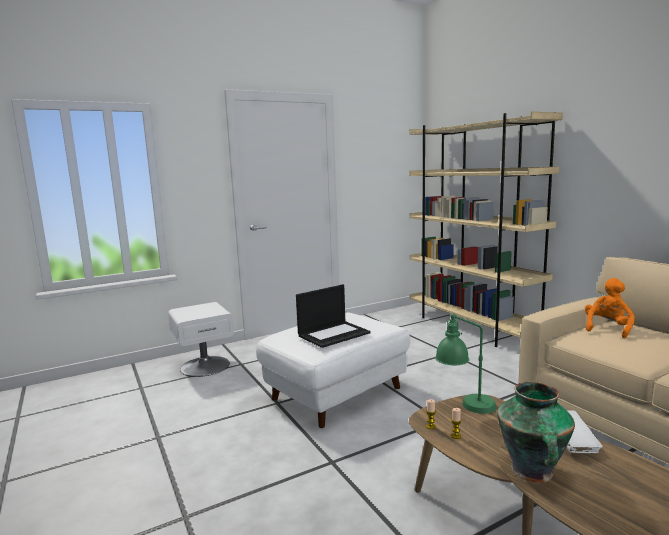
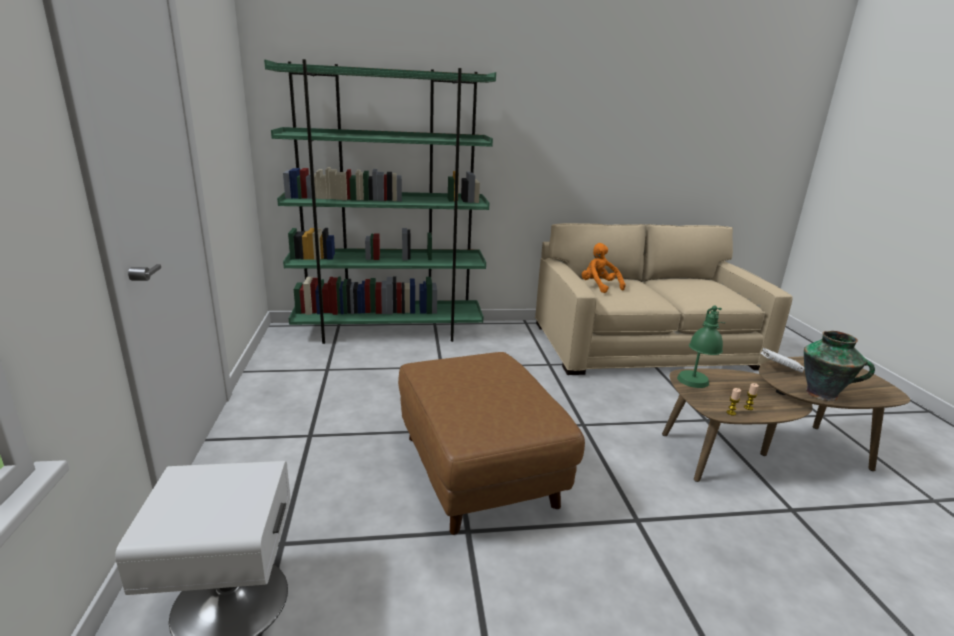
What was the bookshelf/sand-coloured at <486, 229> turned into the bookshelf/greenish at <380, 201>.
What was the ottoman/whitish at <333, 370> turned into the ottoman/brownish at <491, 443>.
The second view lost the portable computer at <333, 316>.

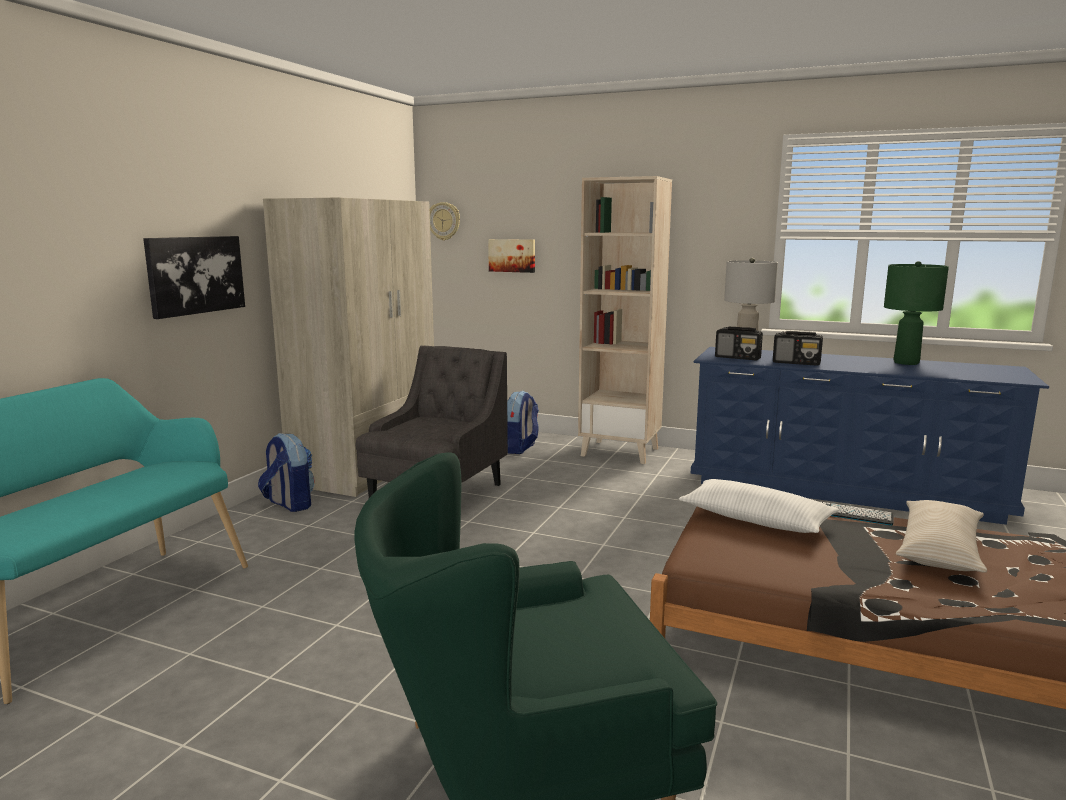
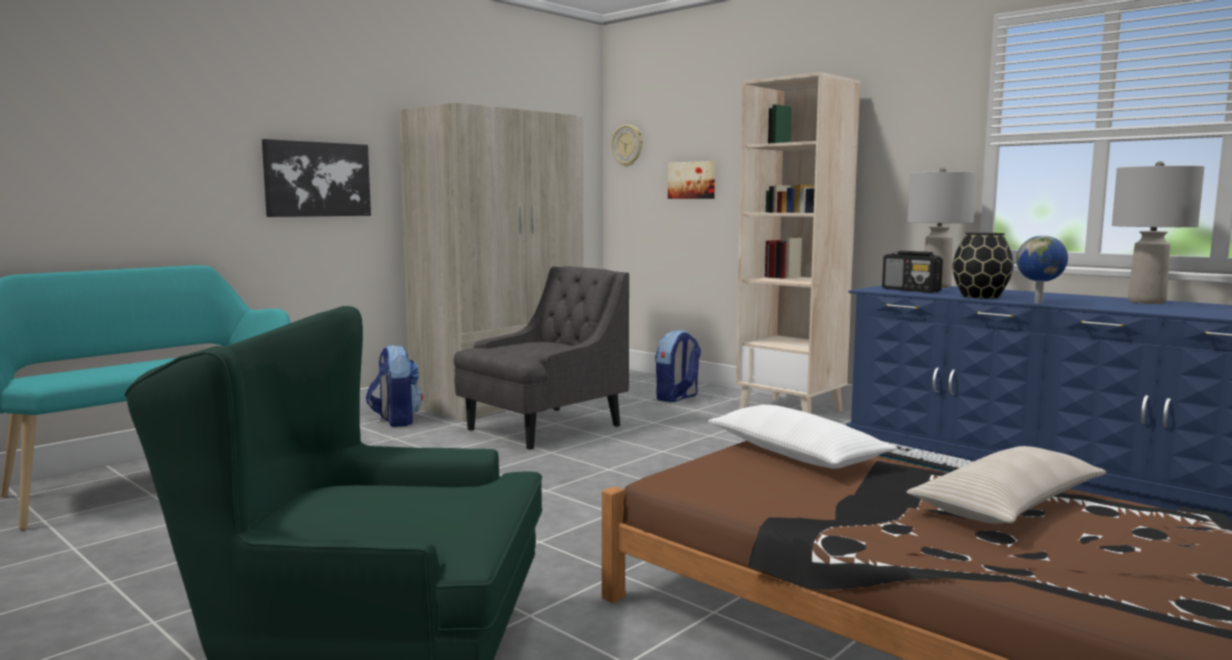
Where the radio stood at <798, 348>, the decorative vase/black-coloured came to stand at <983, 266>.
The second view gained the desk globe at <1042, 269>.
What was the table lamp/greenish at <916, 313> turned into the table lamp/gray at <1158, 232>.

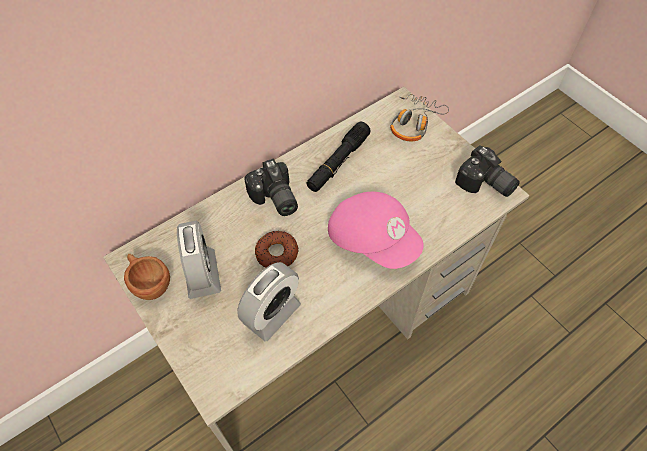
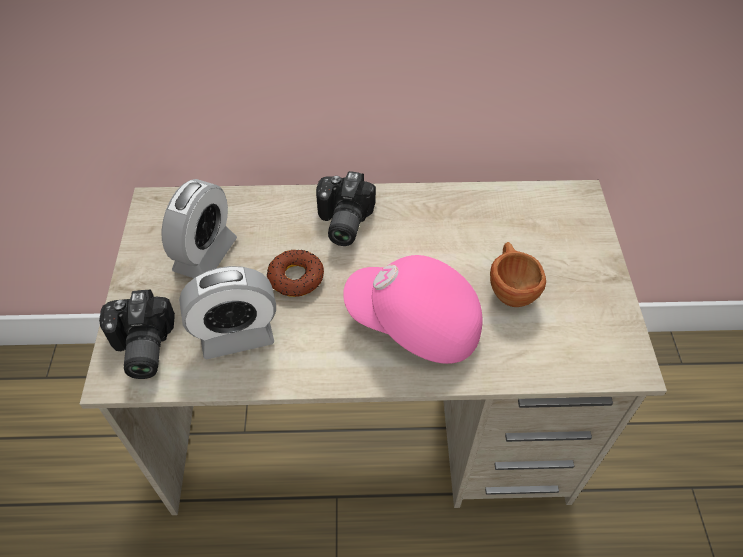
The photo camera ended up elsewhere, having gone from <487, 171> to <137, 334>.
The baseball cap/pink-coloured at <376, 230> ended up facing another way, 120 degrees clockwise from before.
The cup/brownish ended up elsewhere, having gone from <147, 277> to <518, 274>.
The second view lost the hand torch/black-coloured at <338, 156>.
The second view lost the headset at <419, 117>.

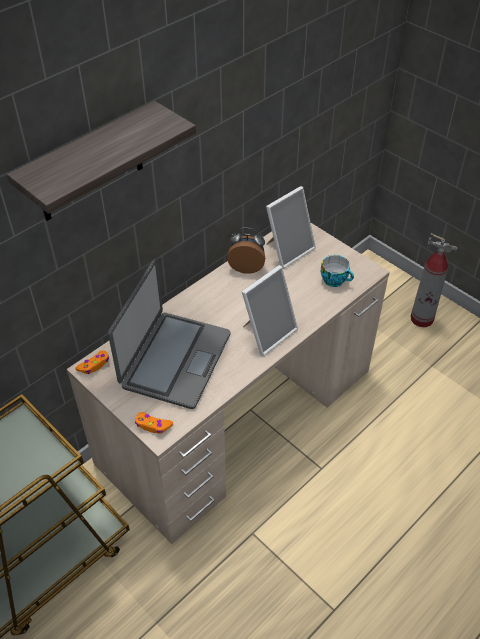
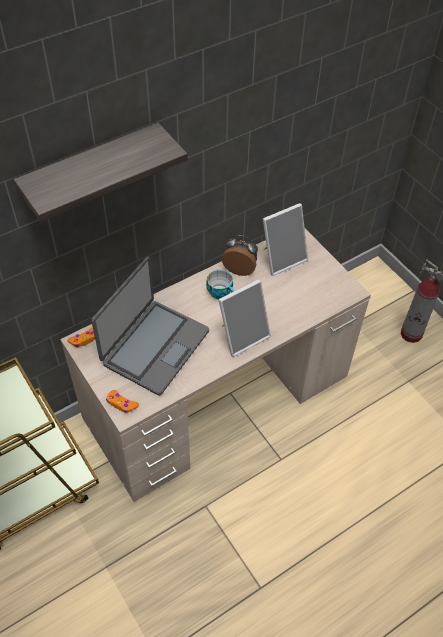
The cup ended up elsewhere, having gone from <337, 271> to <220, 284>.

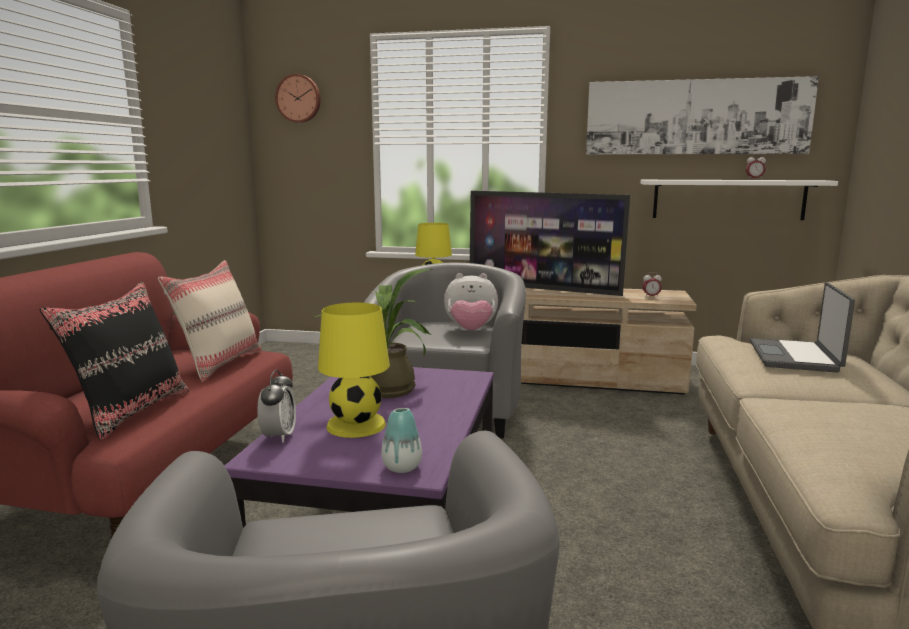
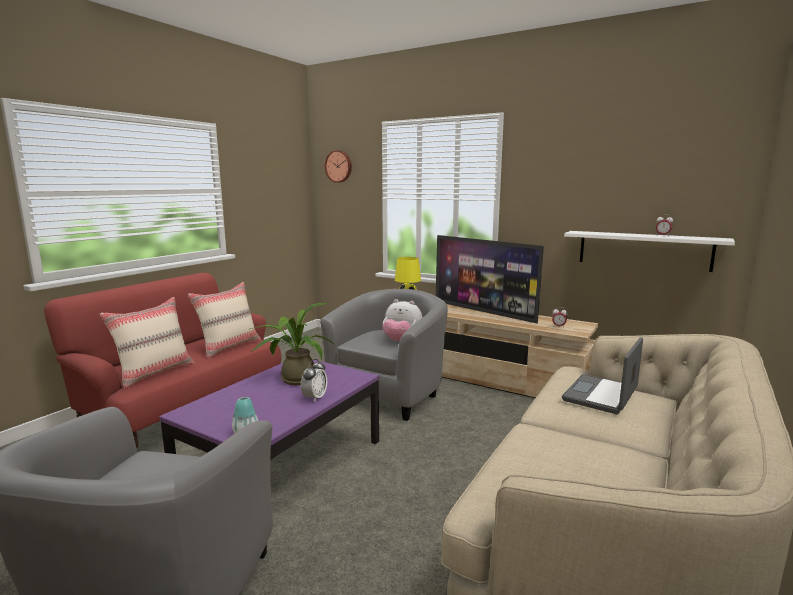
What was the throw pillow/black-coloured at <114, 361> turned into the throw pillow/sand-coloured at <147, 343>.
The alarm clock ended up elsewhere, having gone from <276, 406> to <314, 380>.
The second view lost the table lamp/yellow-coloured at <354, 370>.
The second view lost the wall picture at <702, 115>.

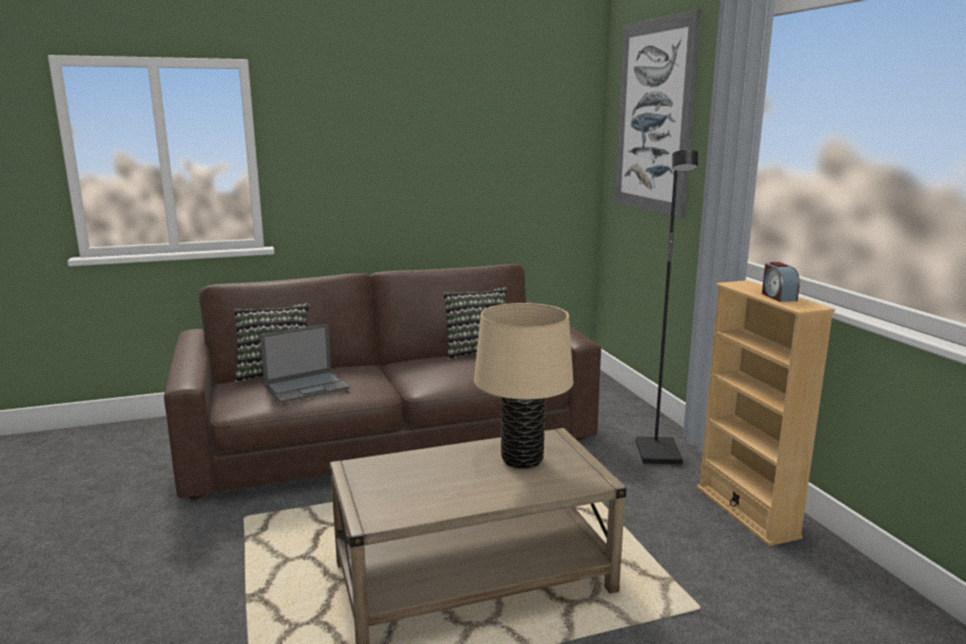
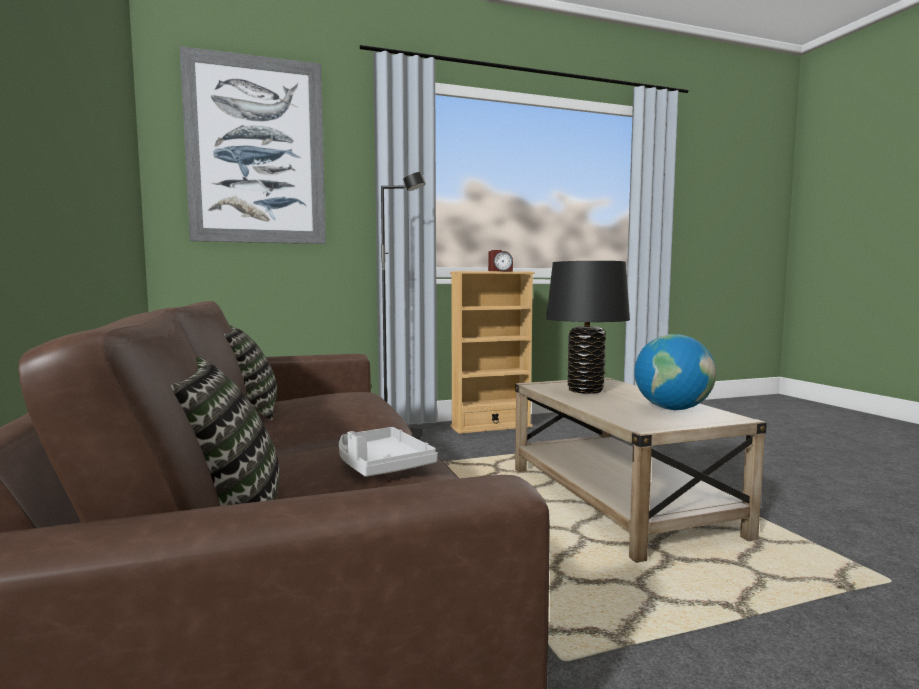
Where the portable computer stood at <305, 363>, the tray/gray came to stand at <388, 452>.
What was the table lamp/sand-coloured at <524, 386> turned into the table lamp/black-coloured at <588, 327>.
The second view gained the desk globe at <675, 372>.

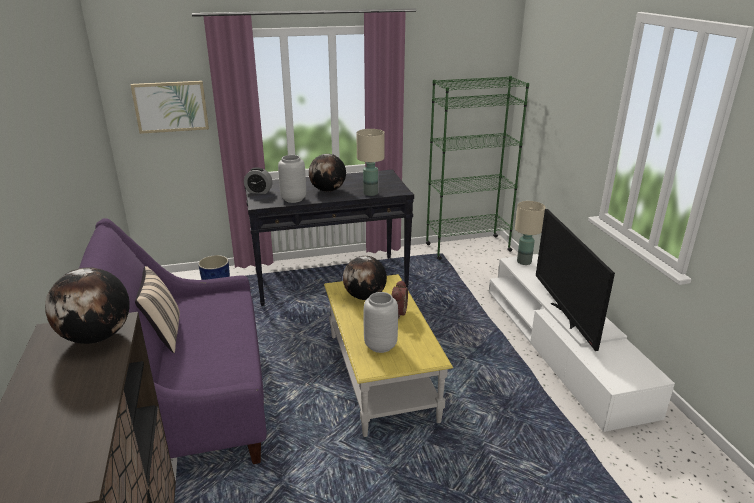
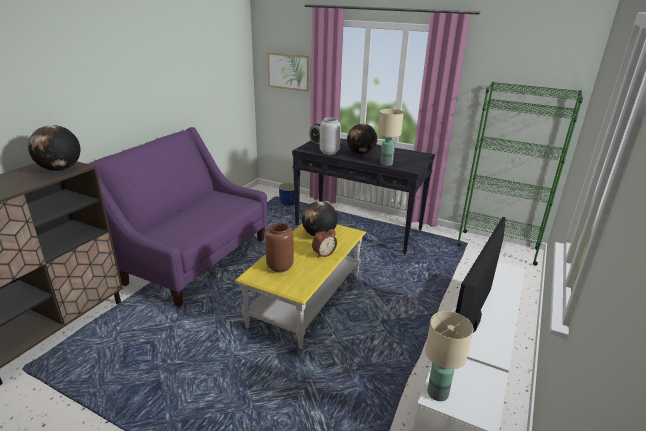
What was the decorative vase/gray at <381, 322> turned into the decorative vase/brownish at <279, 247>.
The table lamp/sand-coloured ended up elsewhere, having gone from <530, 233> to <449, 356>.
The second view lost the throw pillow/sand-coloured at <157, 309>.

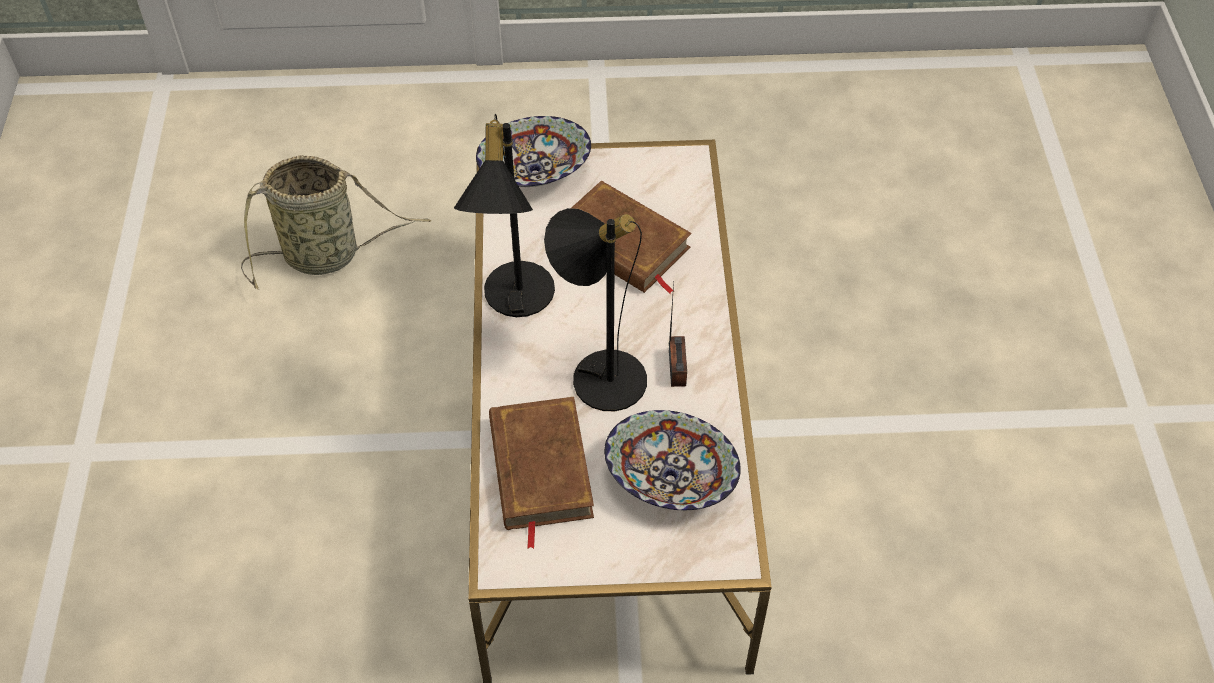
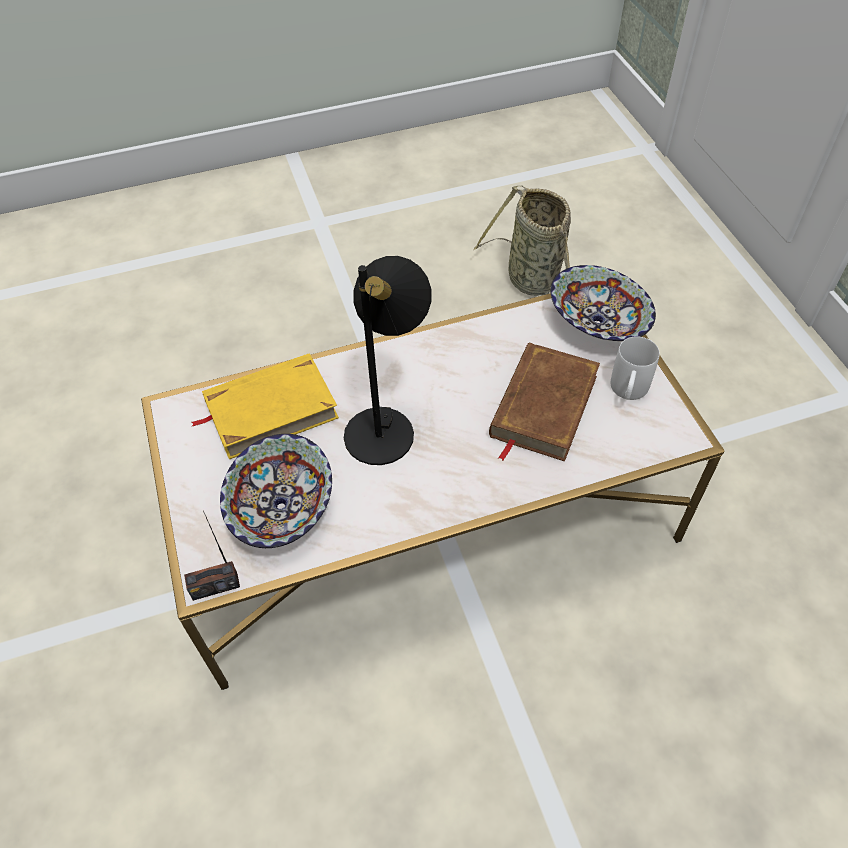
The radio ended up elsewhere, having gone from <678, 334> to <212, 556>.
What was the volume/brownish at <541, 473> turned into the volume/yellow-coloured at <265, 406>.
The second view gained the mug/whitish at <635, 368>.
The second view lost the table lamp/black-coloured at <504, 215>.

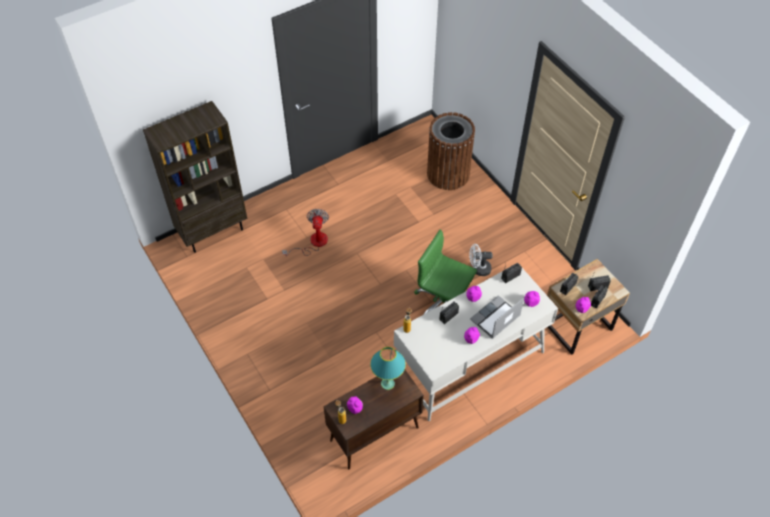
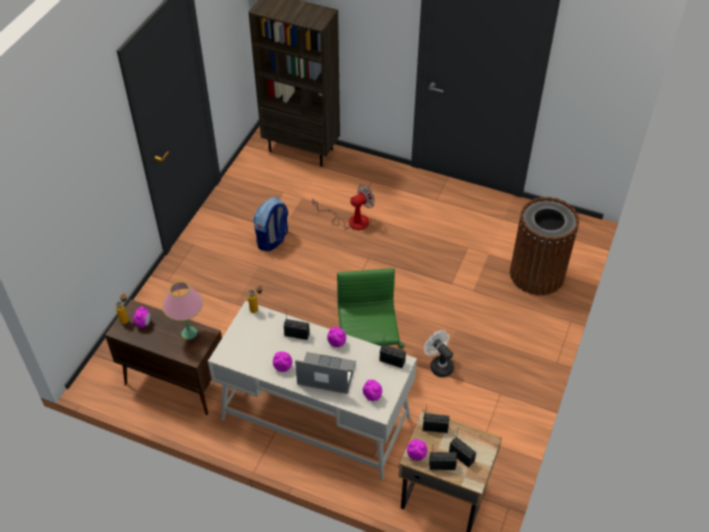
What was the table lamp/turquoise at <388, 368> turned into the table lamp/pink-coloured at <182, 311>.
The second view gained the knapsack at <270, 224>.

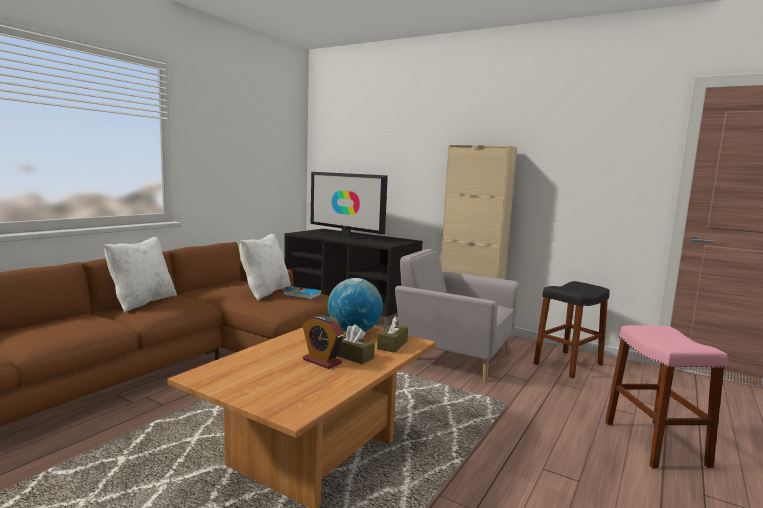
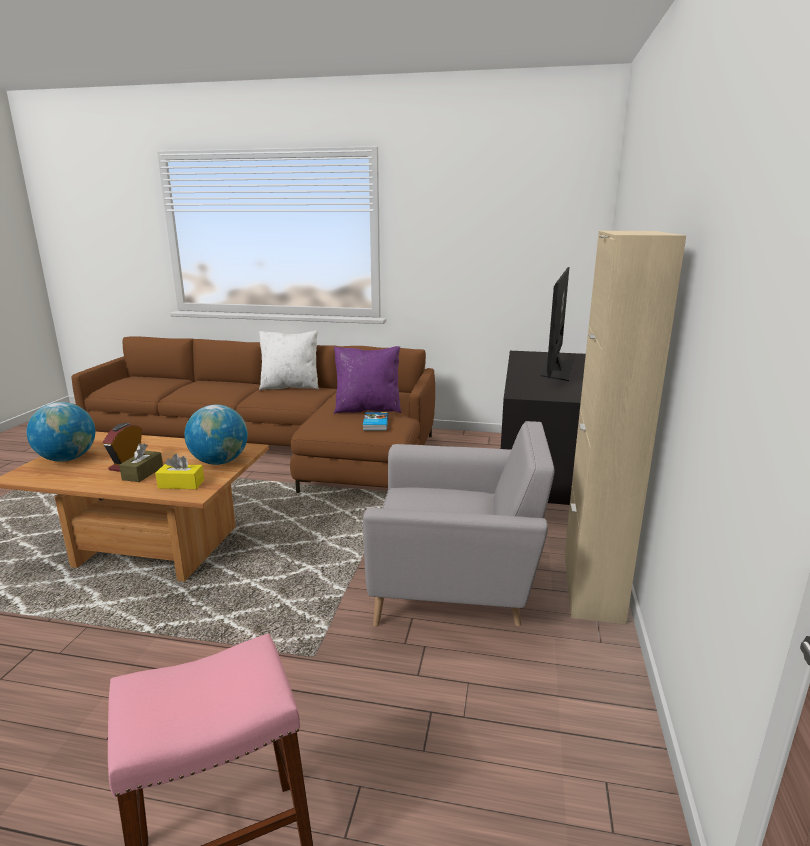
The second view gained the desk globe at <61, 432>.
What was the tissue holder/brownish at <392, 334> turned into the tissue holder/yellow-coloured at <179, 471>.
What was the throw pillow/whitish at <265, 267> turned into the throw pillow/purple-coloured at <367, 380>.
The armchair/gray at <457, 316> ended up facing another way, 90 degrees clockwise from before.
The second view lost the stool seat/black-coloured at <572, 329>.

